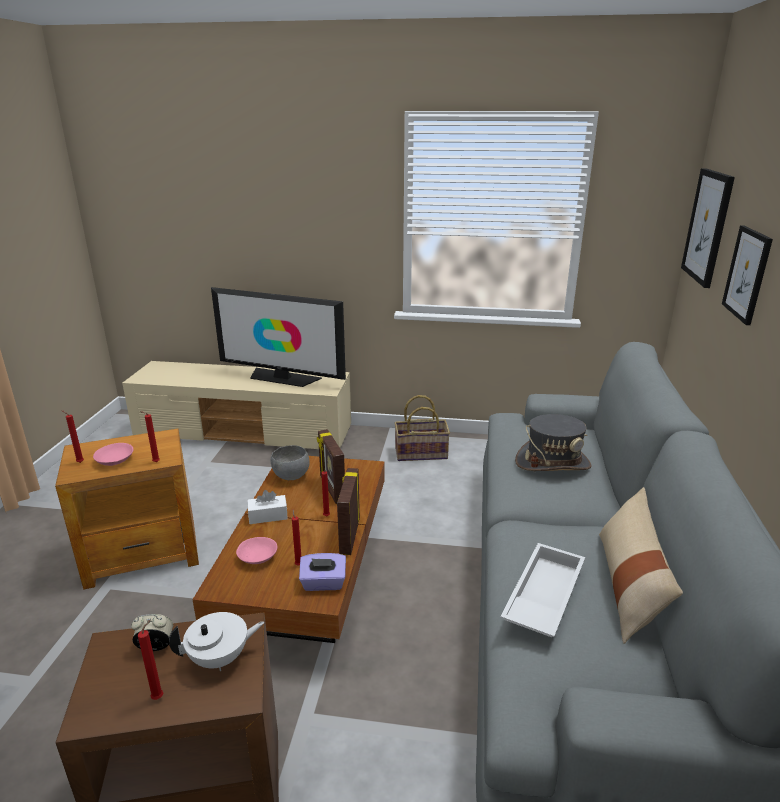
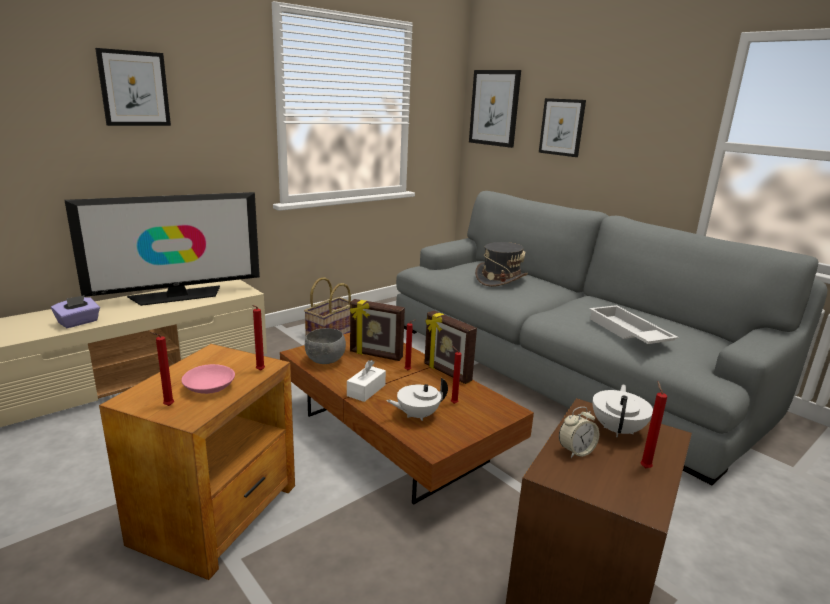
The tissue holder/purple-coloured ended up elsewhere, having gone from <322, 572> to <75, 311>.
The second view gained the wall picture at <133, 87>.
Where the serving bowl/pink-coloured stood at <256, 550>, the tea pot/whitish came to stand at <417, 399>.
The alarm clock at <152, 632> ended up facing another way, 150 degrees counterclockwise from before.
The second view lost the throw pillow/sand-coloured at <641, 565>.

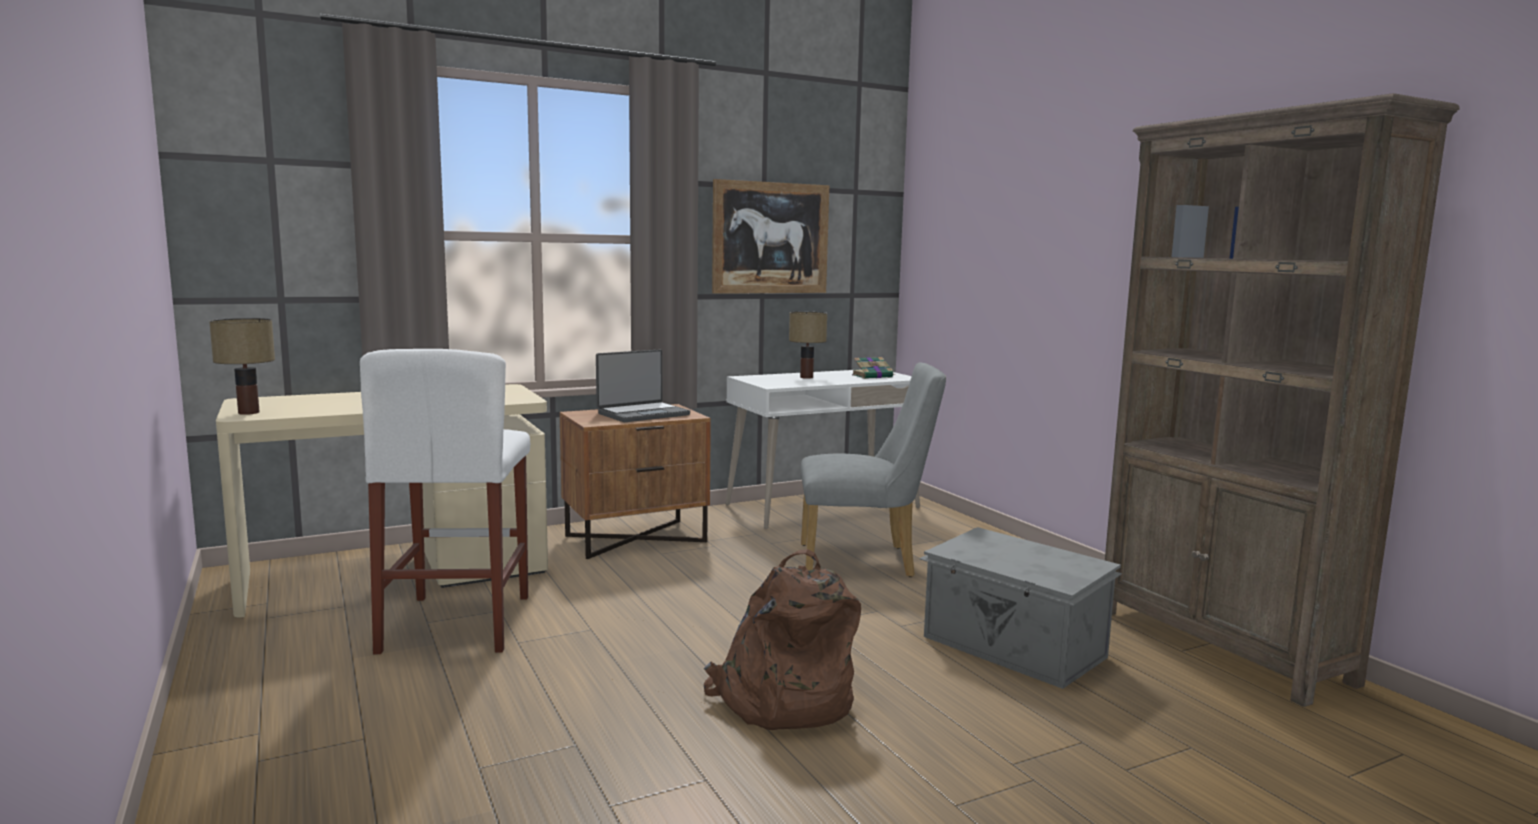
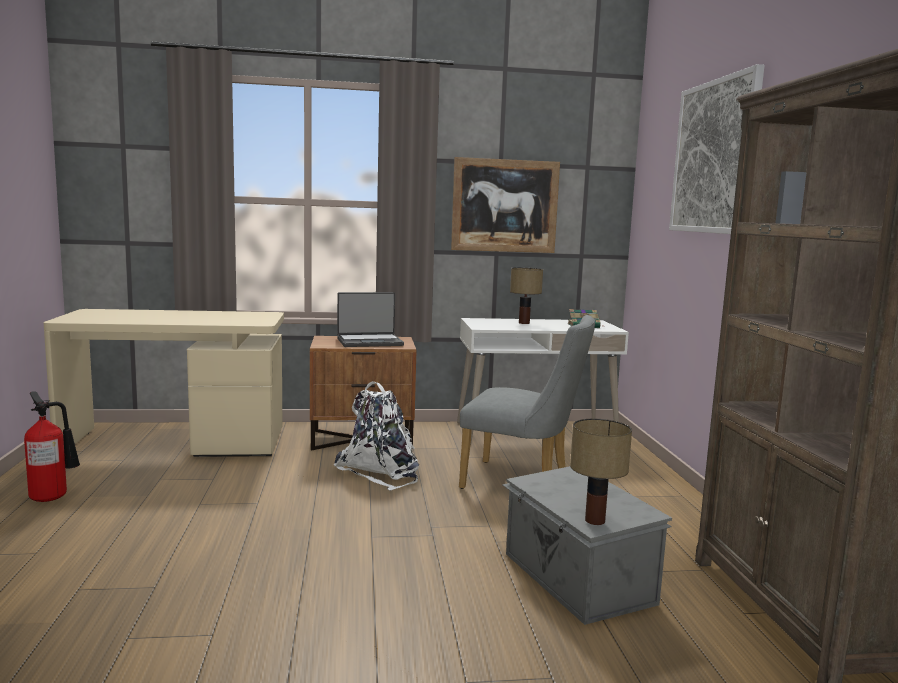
The second view gained the fire-fighting cylinder at <52, 446>.
The second view gained the knapsack/whitish at <376, 436>.
The table lamp ended up elsewhere, having gone from <242, 366> to <601, 472>.
The second view gained the wall picture at <717, 149>.
The second view lost the stool seat/whitish at <445, 501>.
The second view lost the knapsack/brownish at <782, 639>.

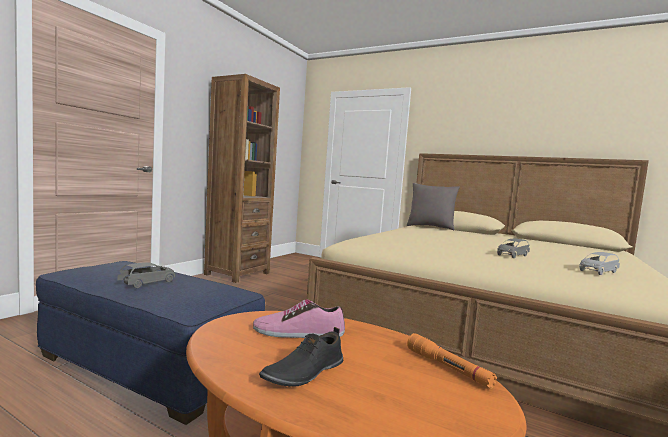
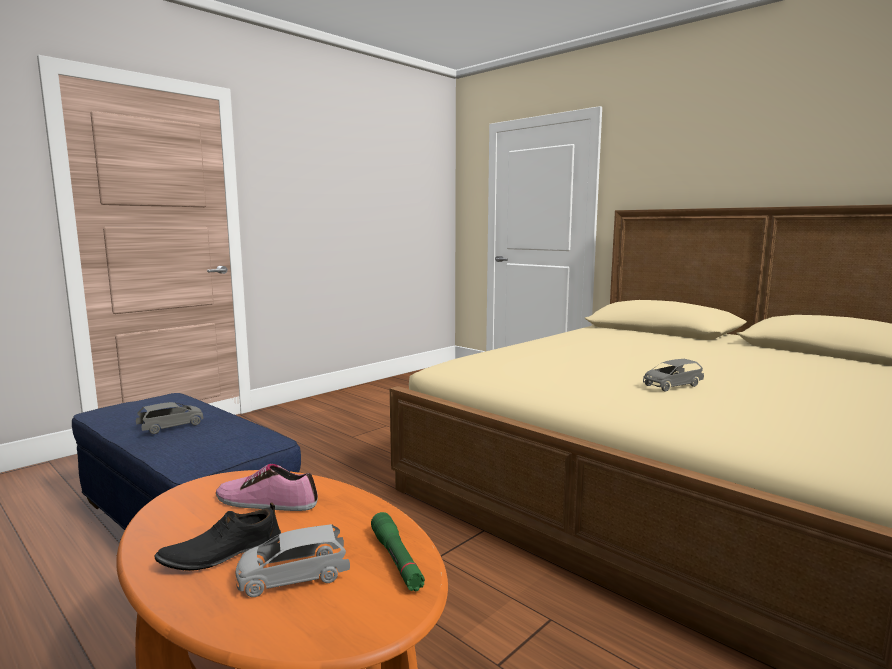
The miniature car/gray ended up elsewhere, having gone from <599, 263> to <293, 560>.
What was the hand torch/orangey at <452, 361> turned into the hand torch/greenish at <398, 551>.
The second view lost the bookshelf/brownish at <242, 178>.
The second view lost the throw pillow/gray at <433, 206>.

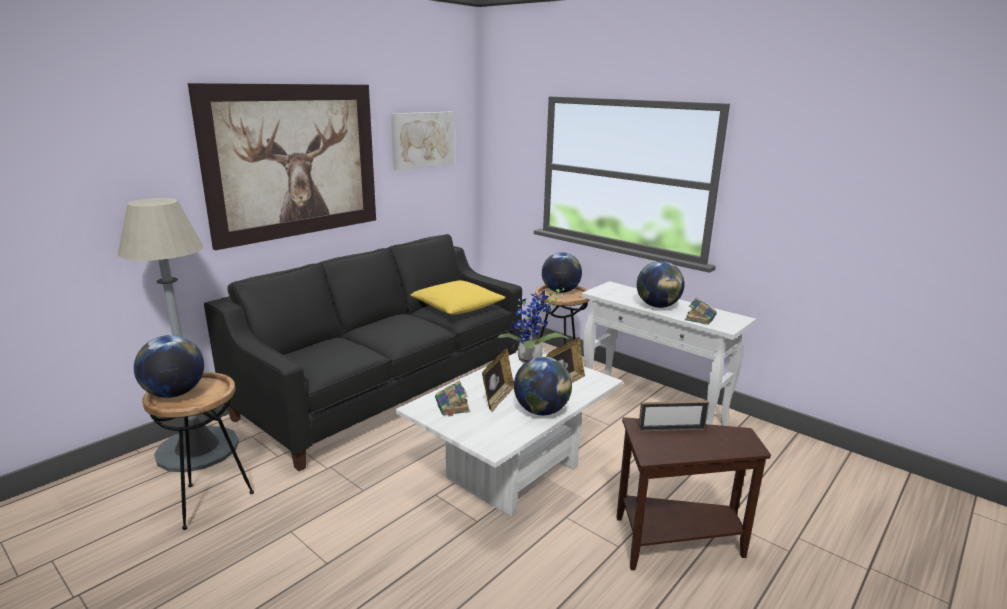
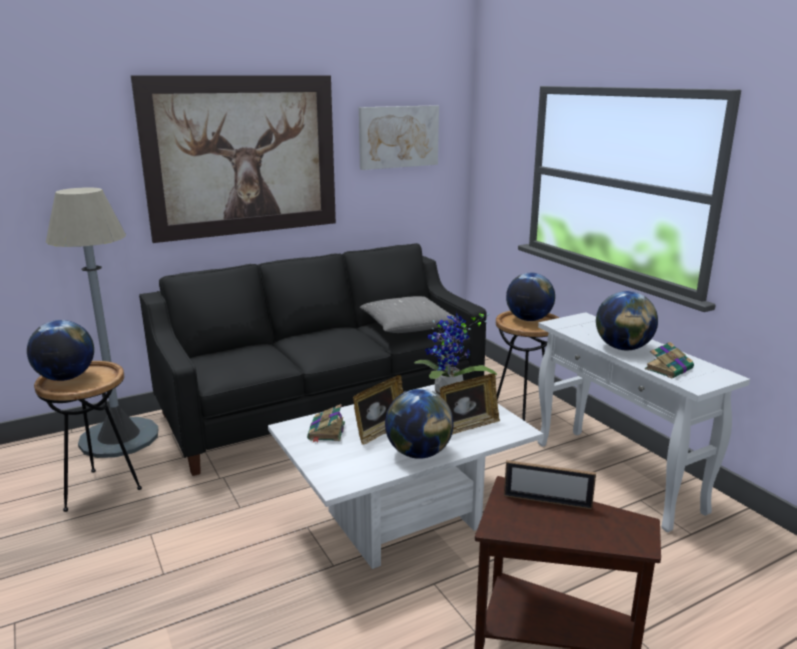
What was the throw pillow/yellow-coloured at <458, 297> turned into the throw pillow/gray at <409, 314>.

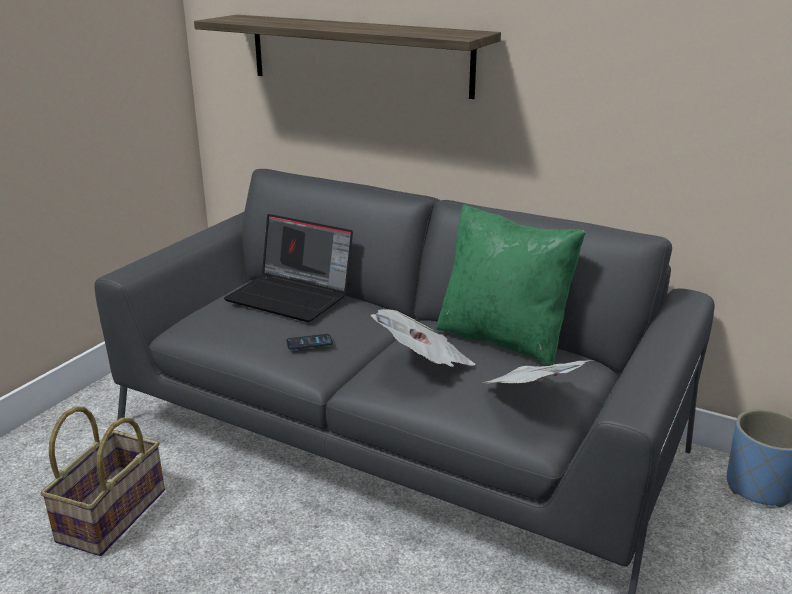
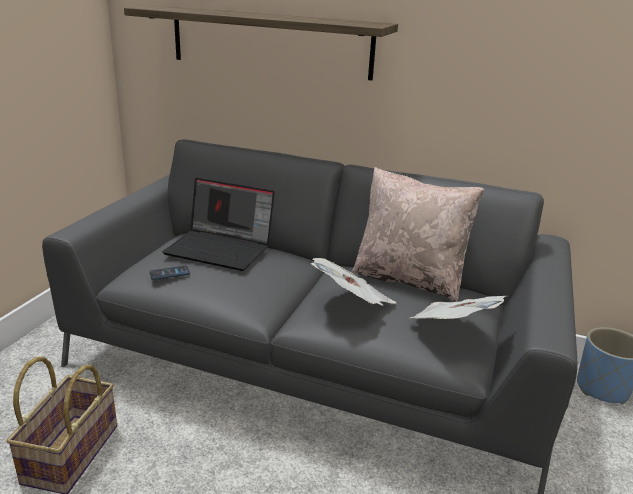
The telephone ended up elsewhere, having gone from <309, 342> to <169, 273>.
What was the throw pillow/greenish at <511, 285> turned into the throw pillow/sand-coloured at <417, 234>.

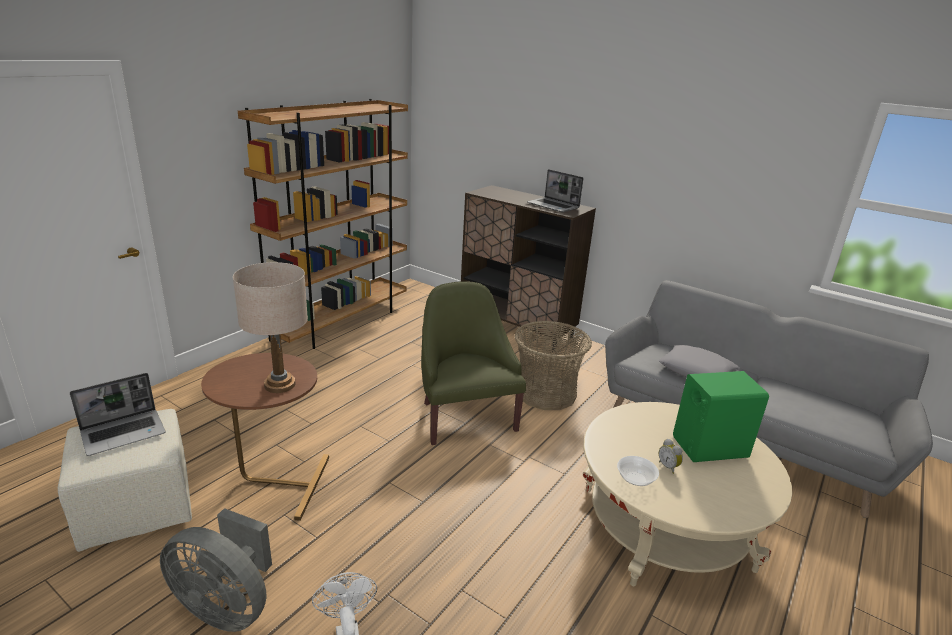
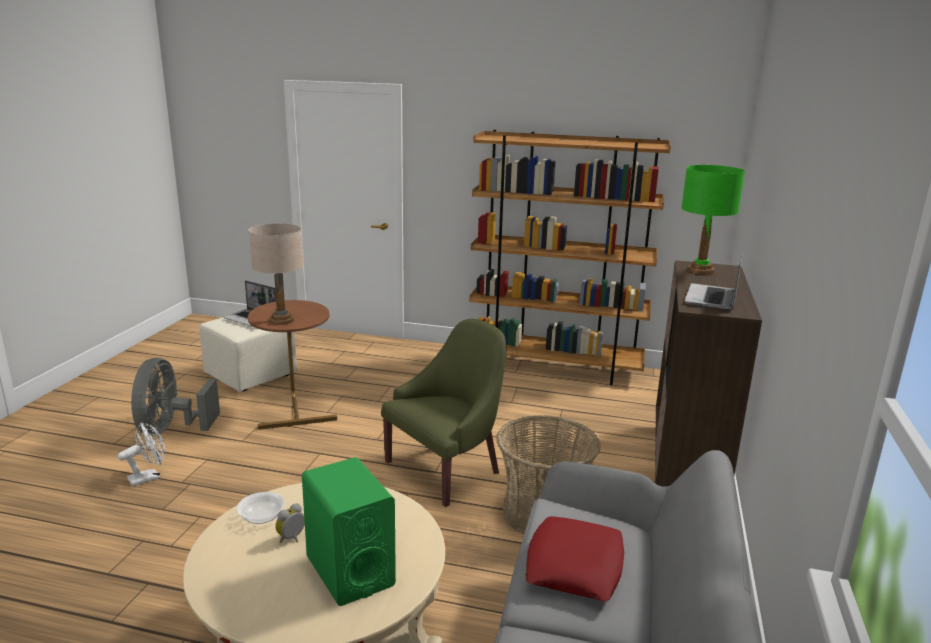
What was the throw pillow/gray at <699, 361> turned into the throw pillow/red-coloured at <574, 558>.
The second view gained the table lamp/greenish at <713, 220>.

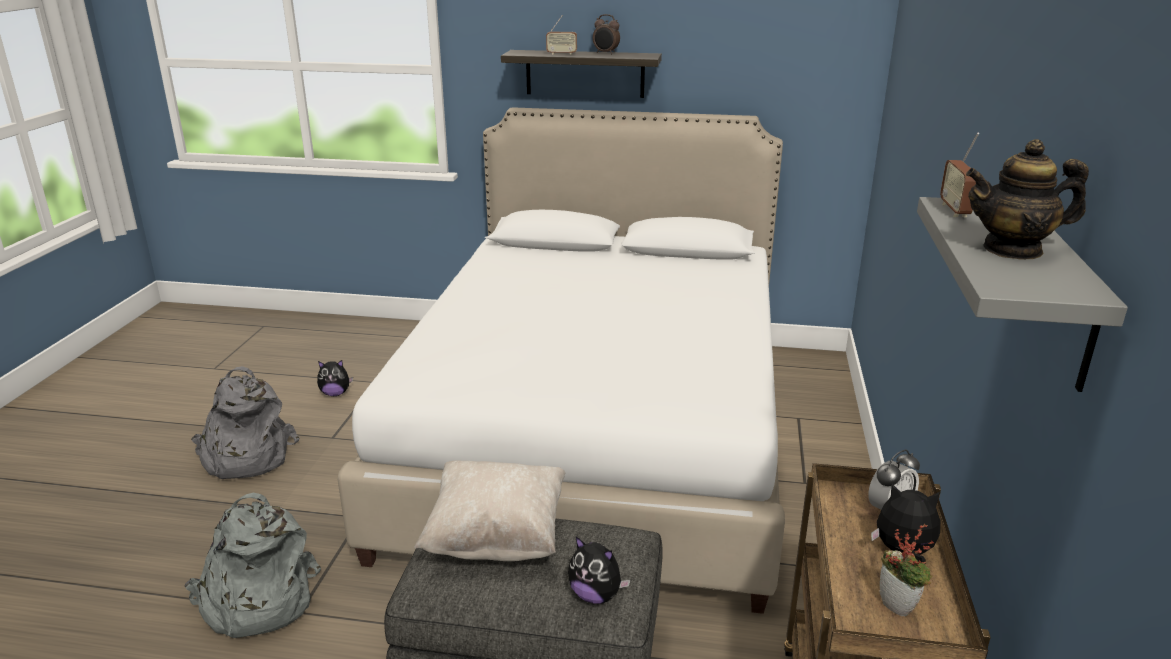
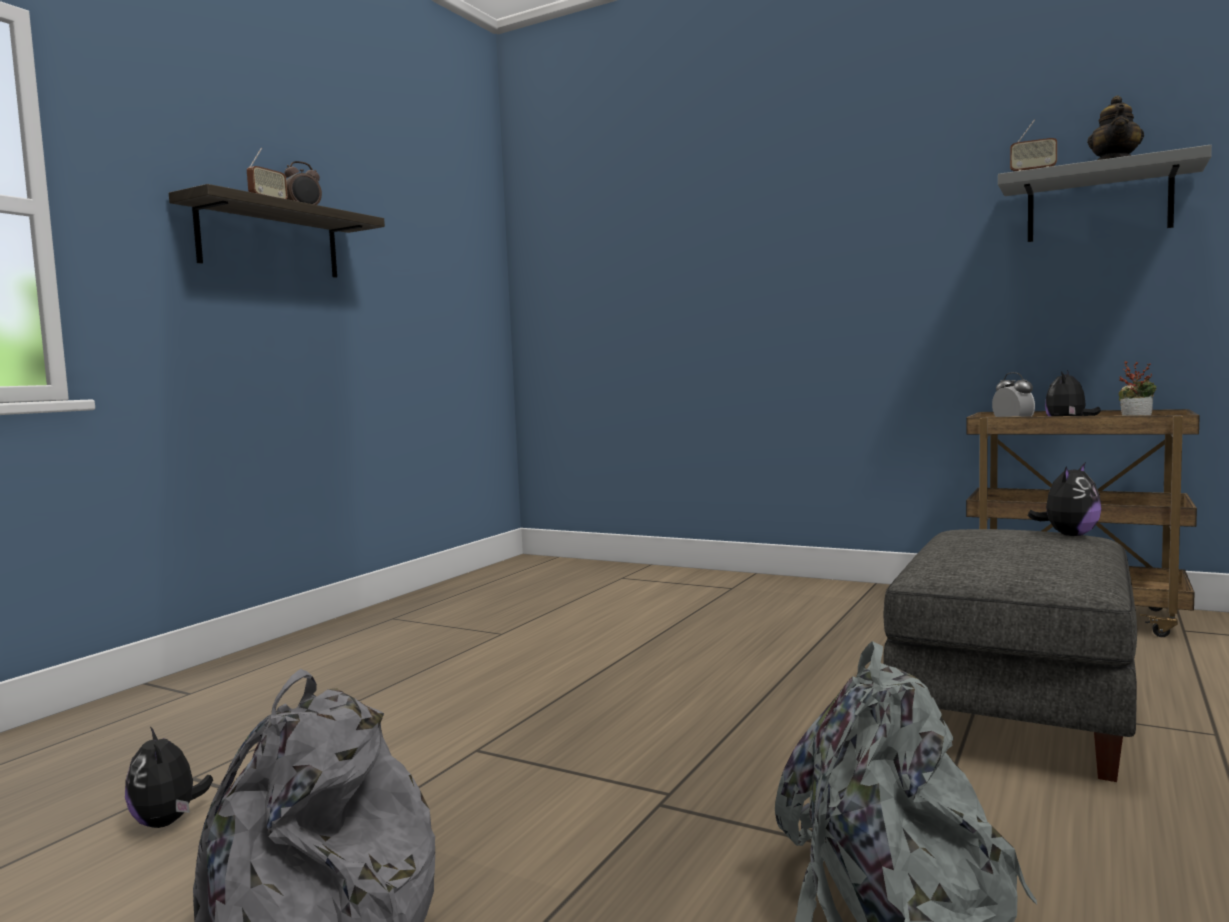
The plush toy at <335, 378> ended up facing another way, 135 degrees clockwise from before.
The second view lost the bed/whitish at <561, 360>.
The second view lost the throw pillow/sand-coloured at <489, 510>.

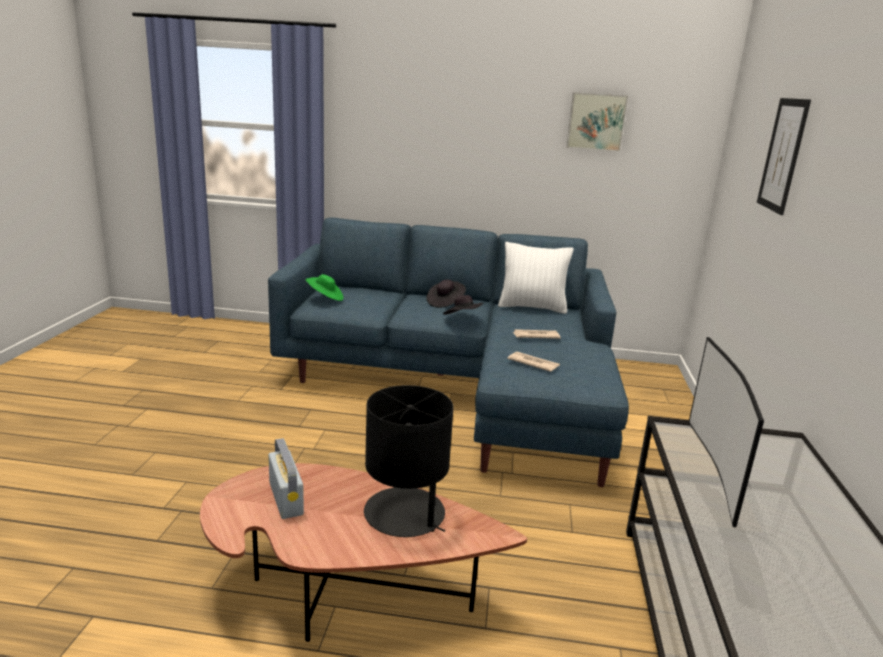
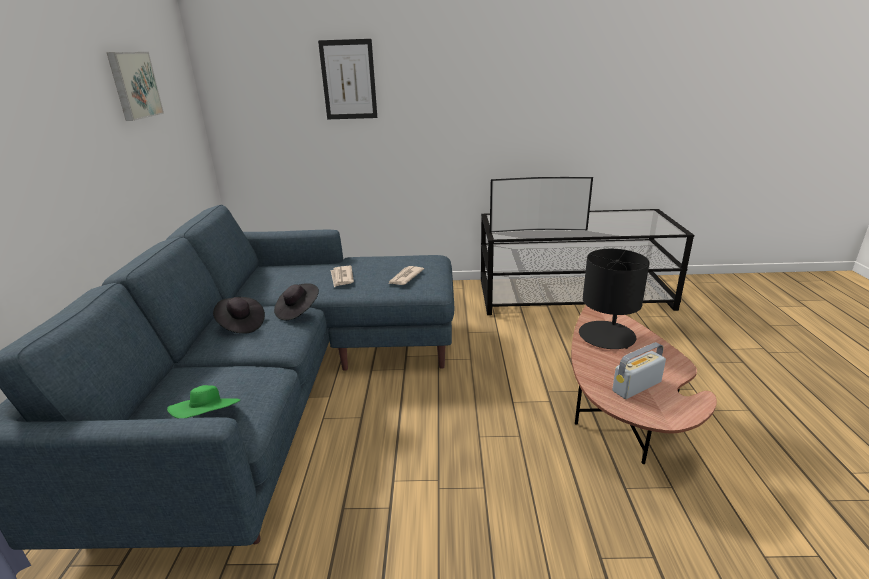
The second view lost the throw pillow/whitish at <535, 278>.

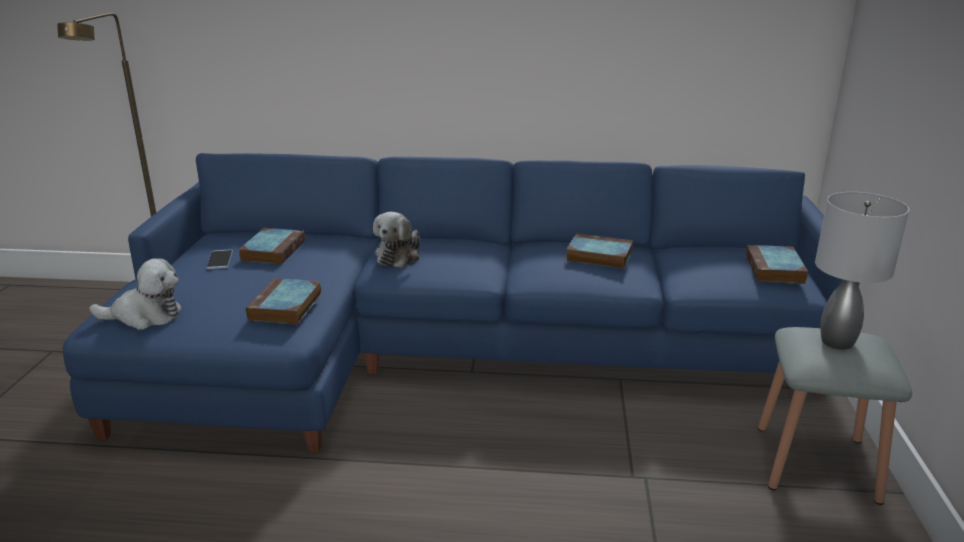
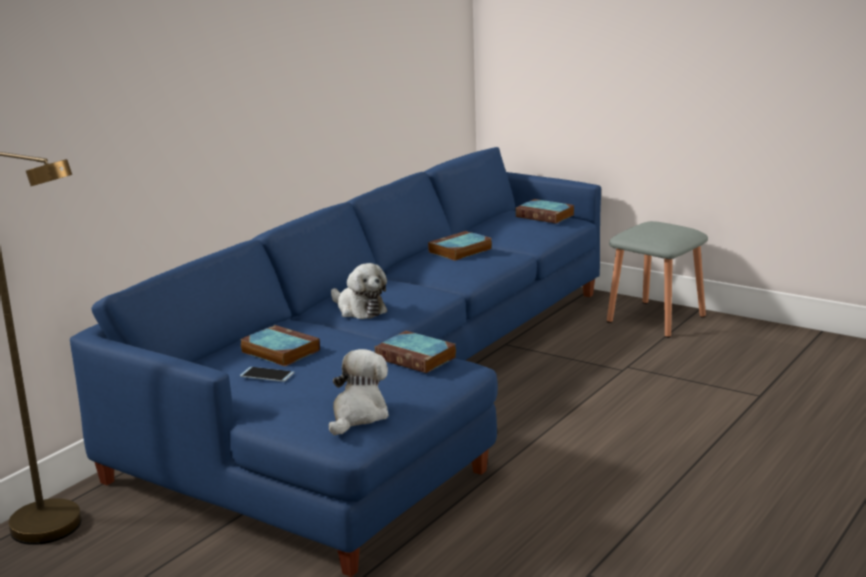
The second view lost the table lamp/gray at <862, 271>.

